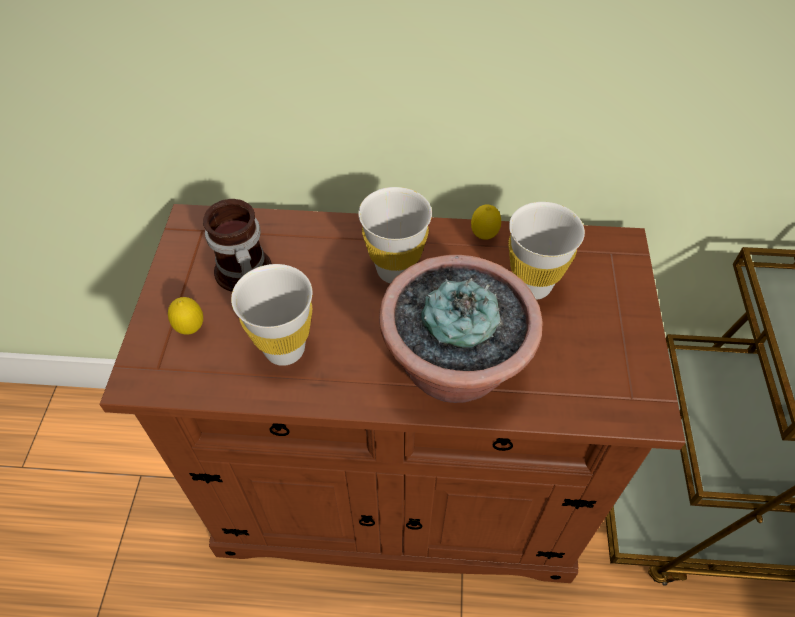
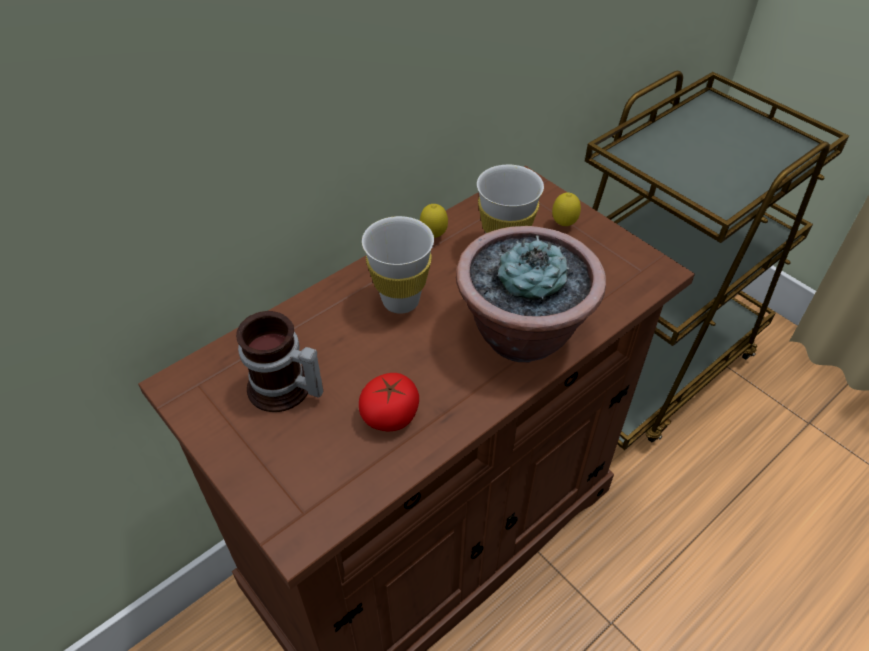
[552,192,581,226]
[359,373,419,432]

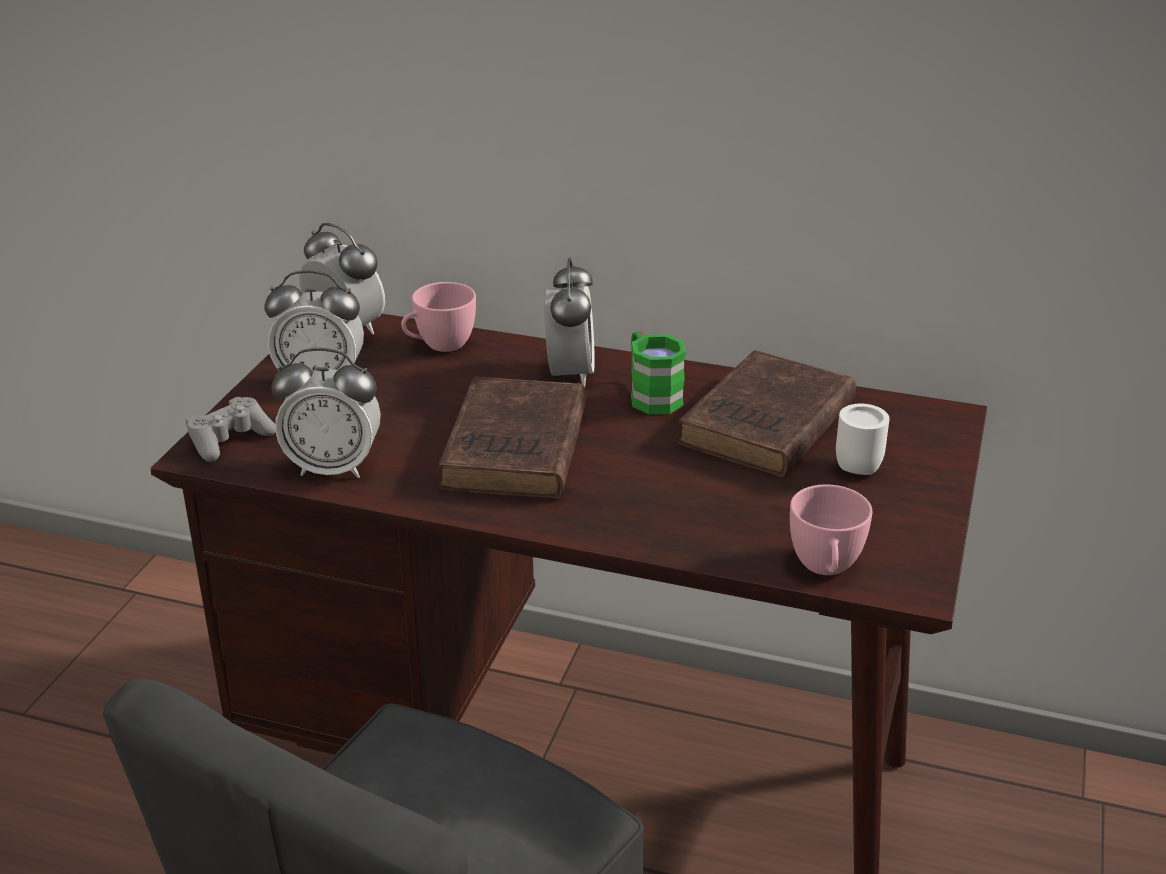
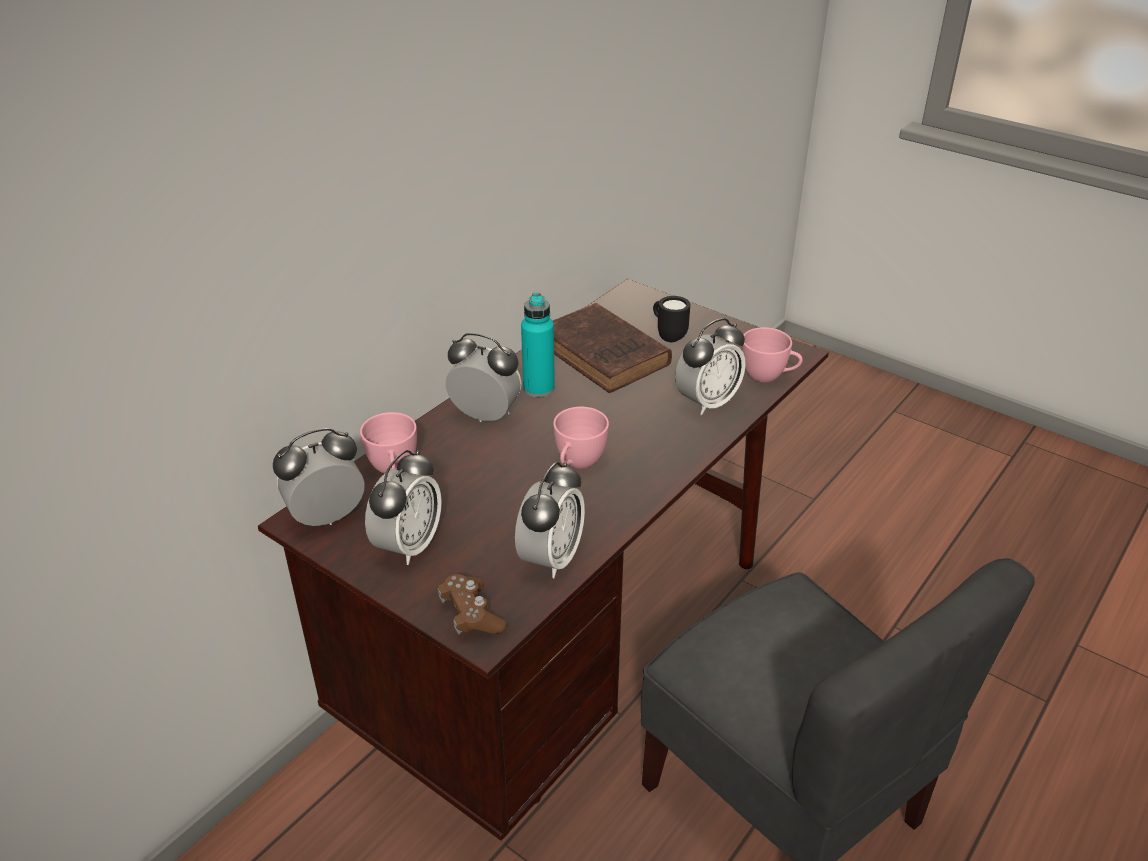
[437,574,507,634]
[553,407,609,469]
[521,293,555,397]
[653,296,690,342]
[675,318,746,415]

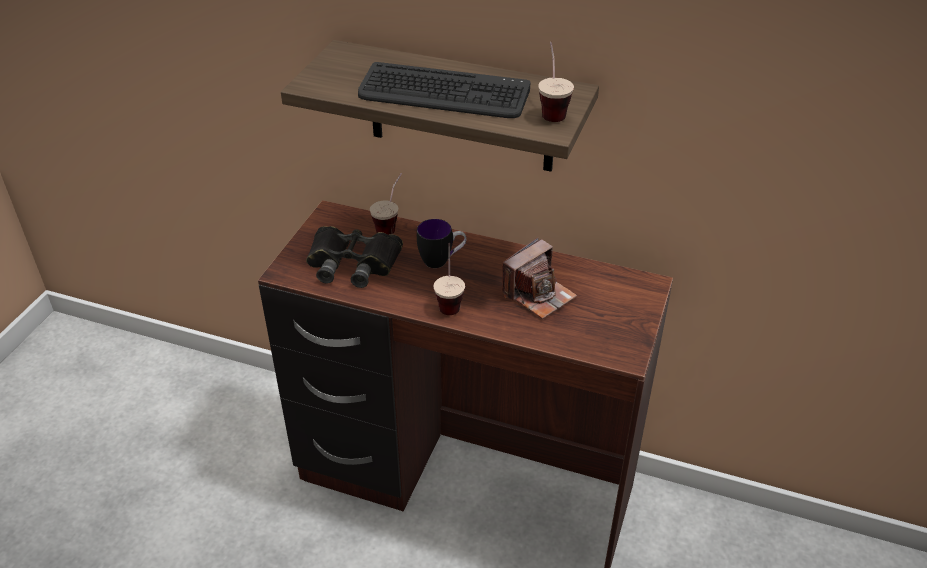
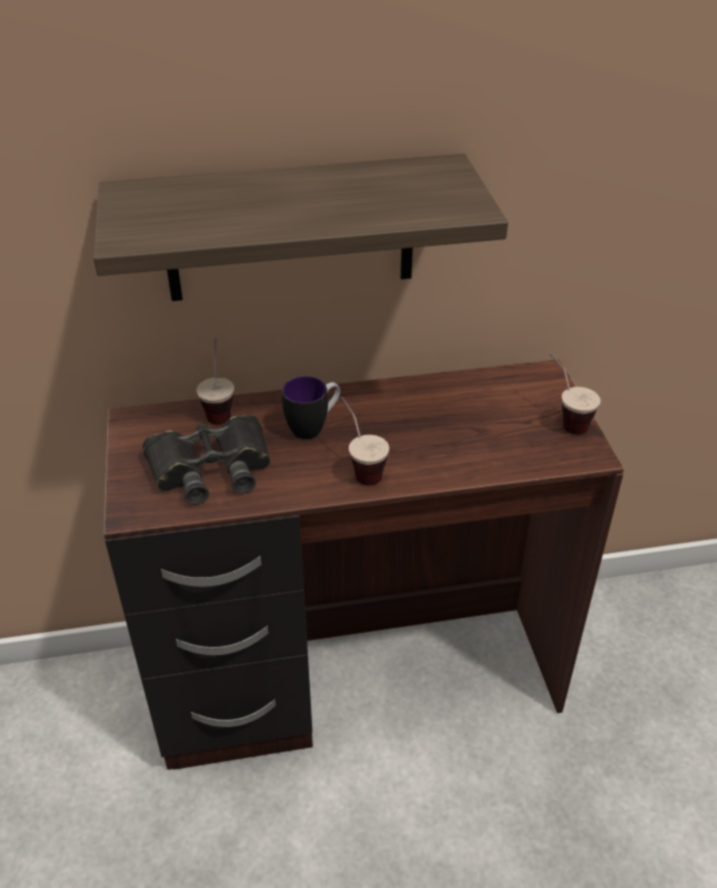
[358,62,530,118] (first image)
[502,238,577,319] (first image)
[549,352,600,435]

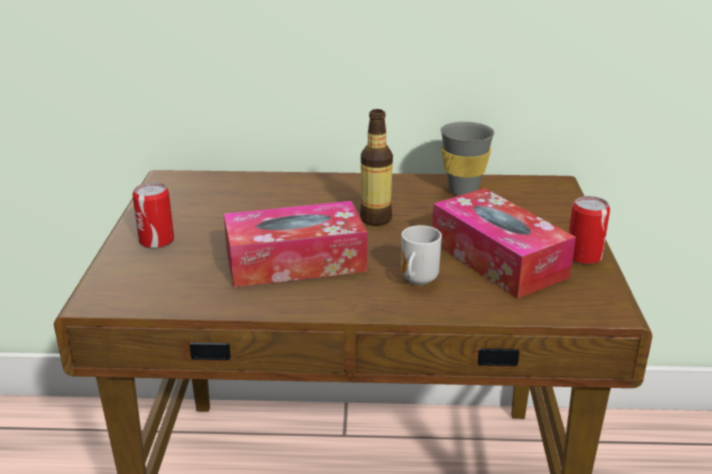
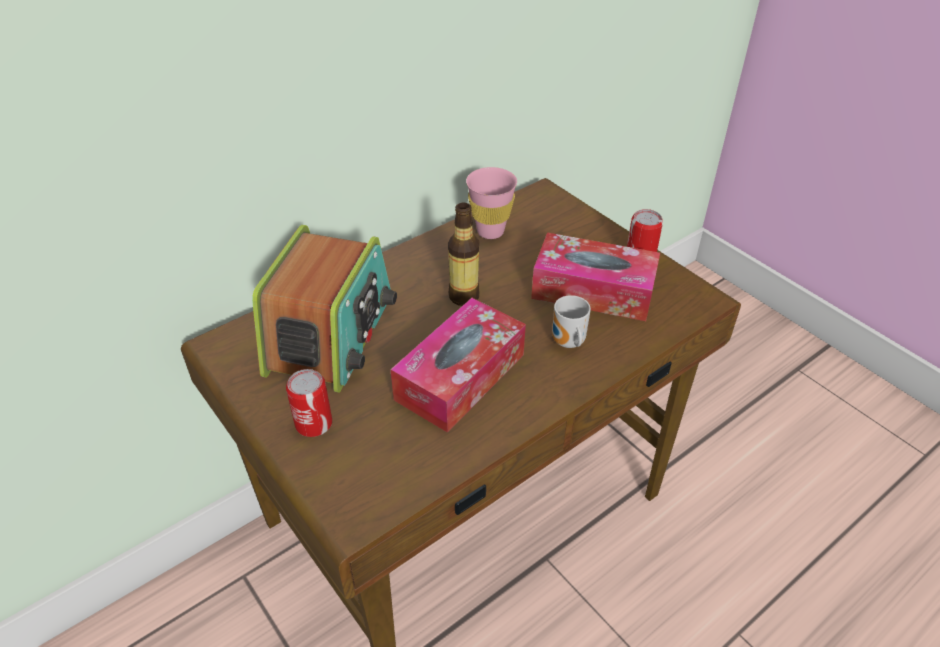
[466,167,517,239]
[252,225,397,393]

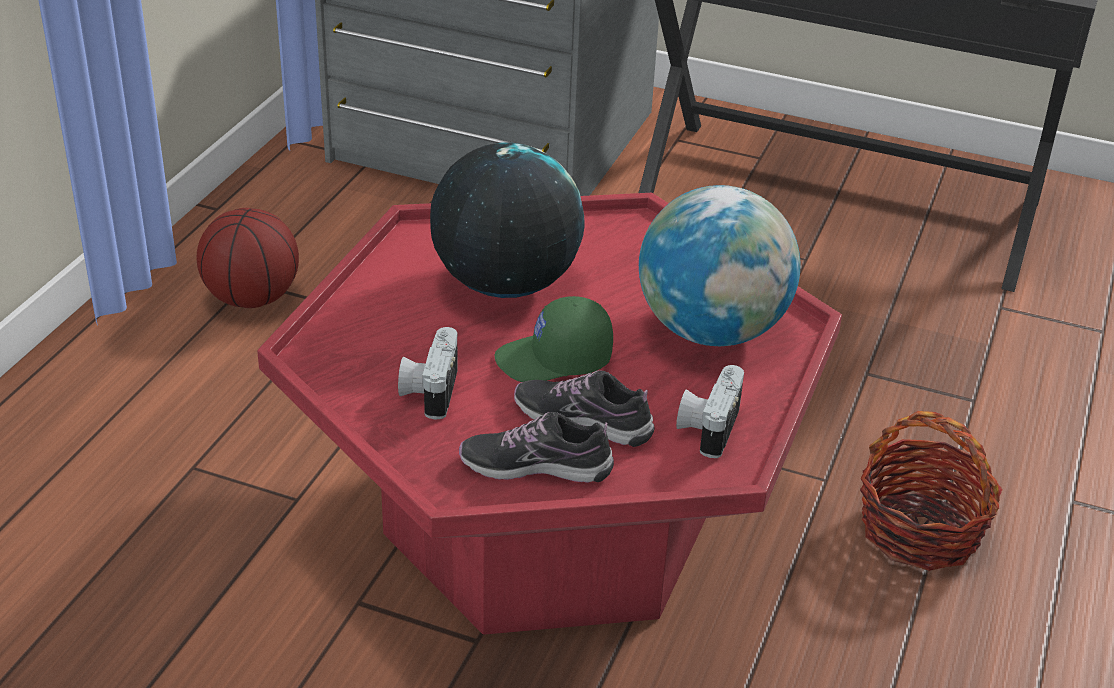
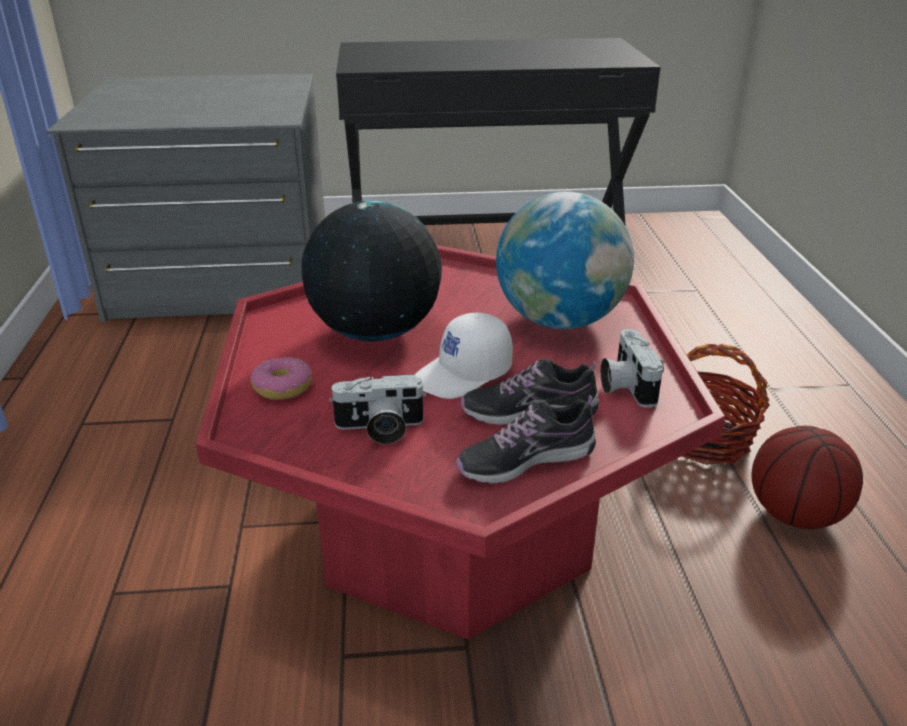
[752,426,863,529]
[329,374,427,444]
[414,313,513,399]
[250,357,312,400]

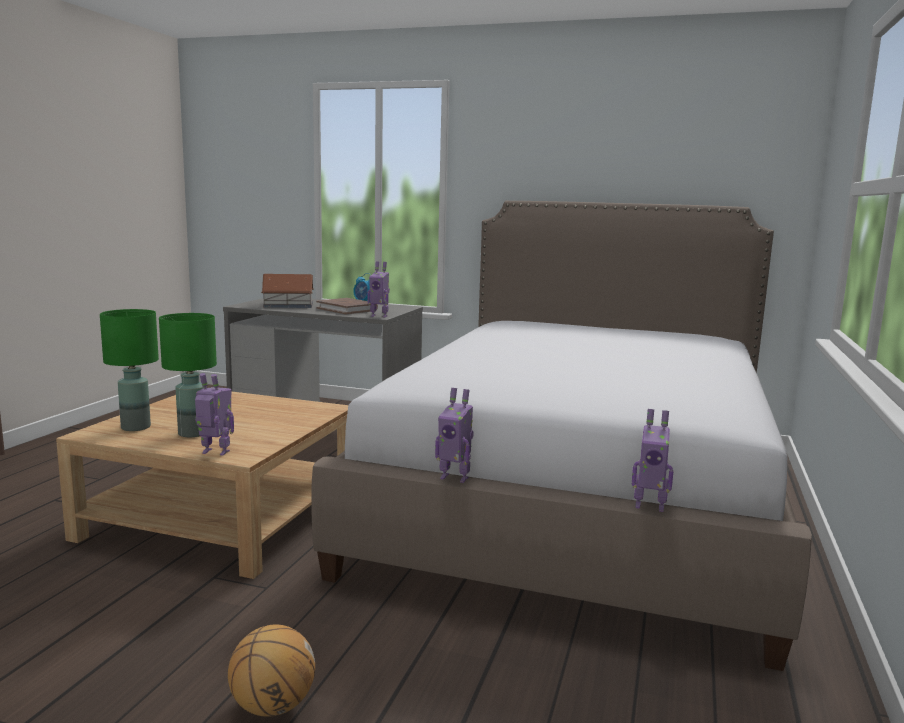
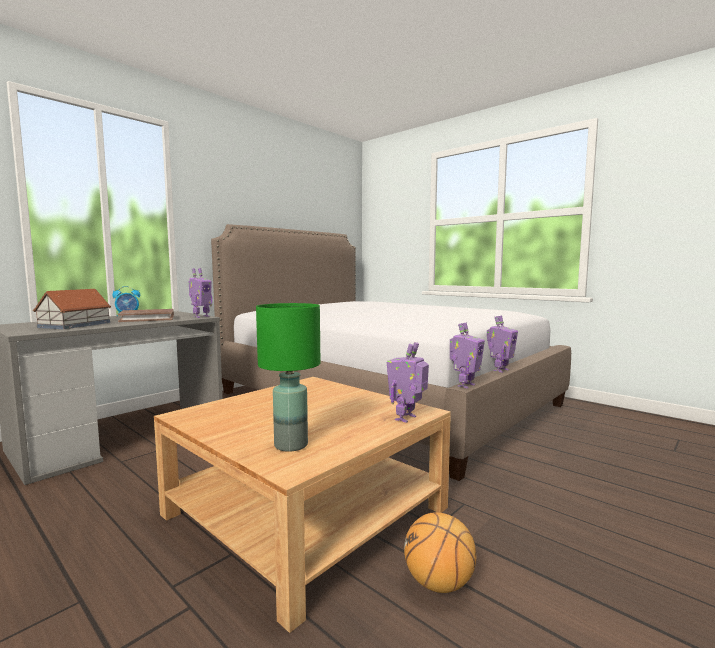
[159,313,217,437] (first image)
[404,512,476,593]
[450,322,485,389]

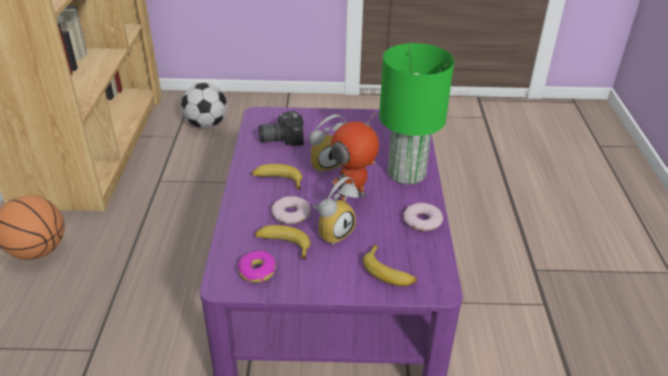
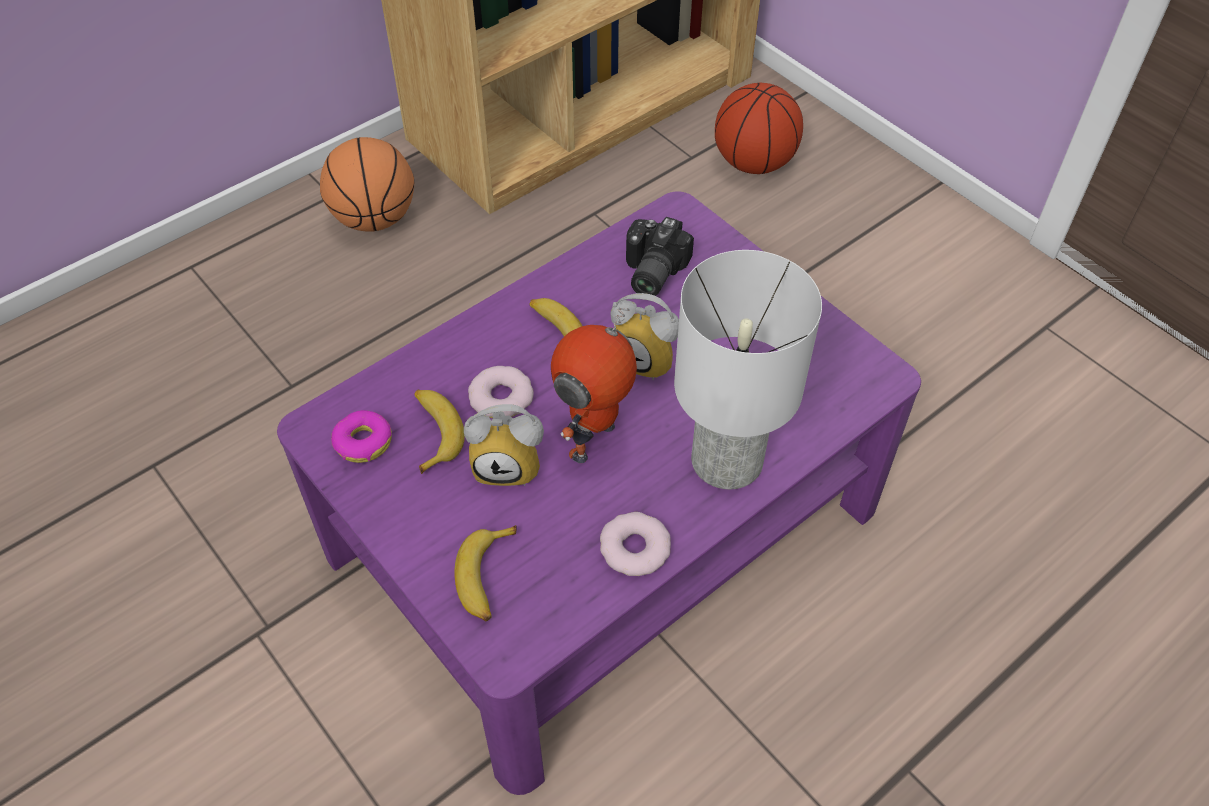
[715,83,803,174]
[626,217,694,296]
[551,308,637,463]
[674,250,822,489]

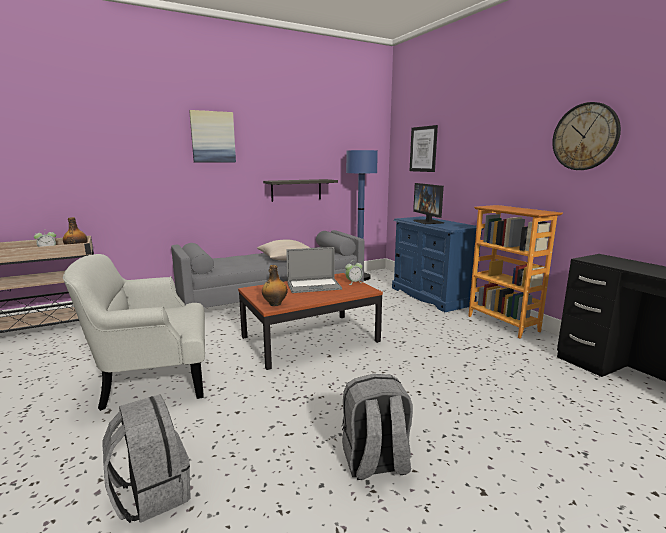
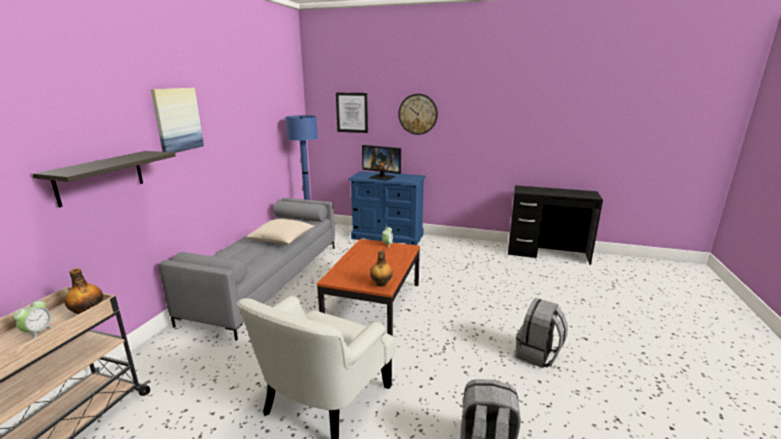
[33,151,176,207]
[286,247,342,293] (first image)
[468,205,563,338] (first image)
[398,94,438,135]

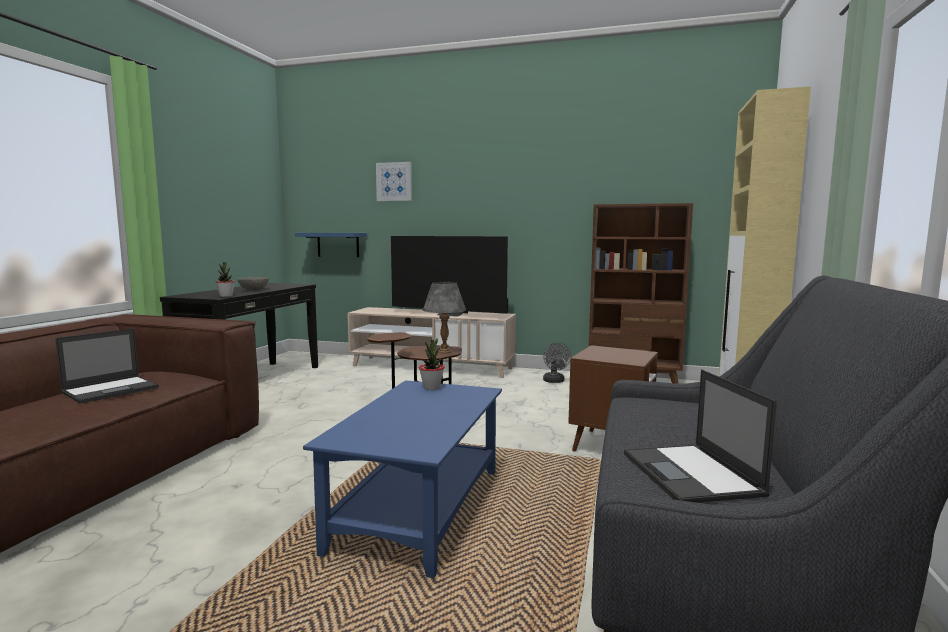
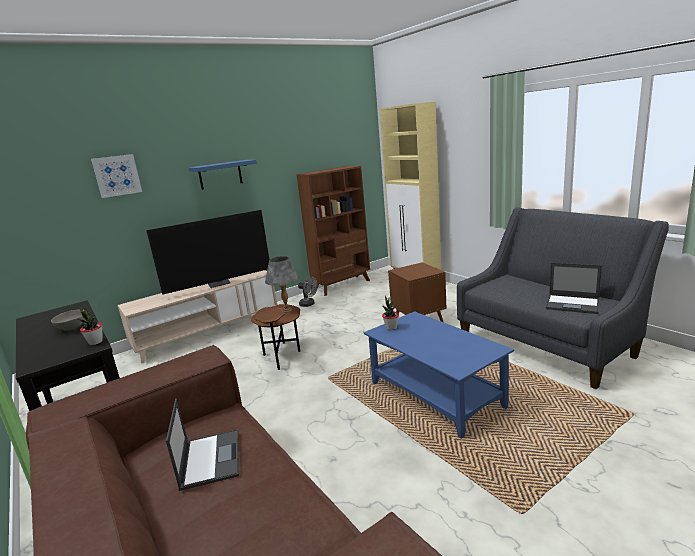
[189,160,257,190]

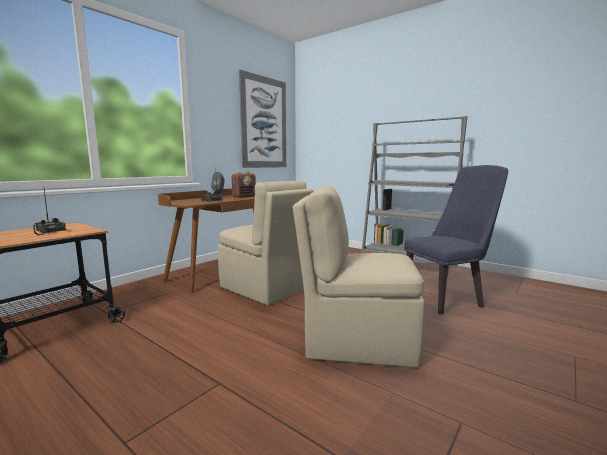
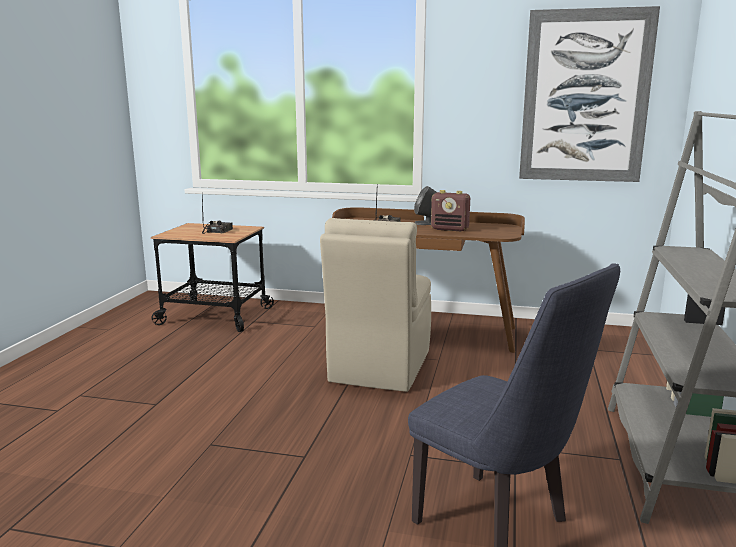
[293,185,424,368] (first image)

